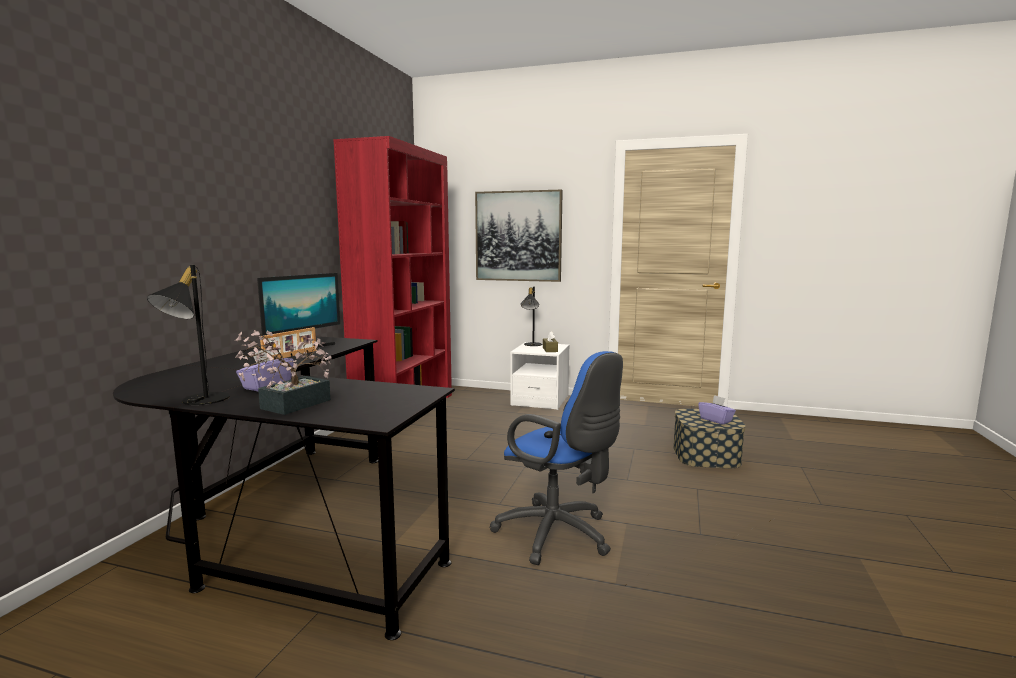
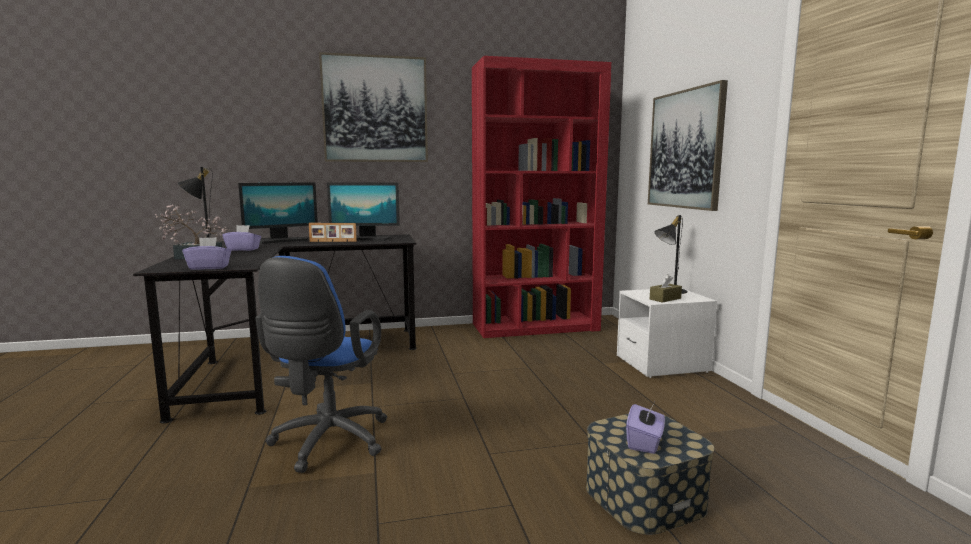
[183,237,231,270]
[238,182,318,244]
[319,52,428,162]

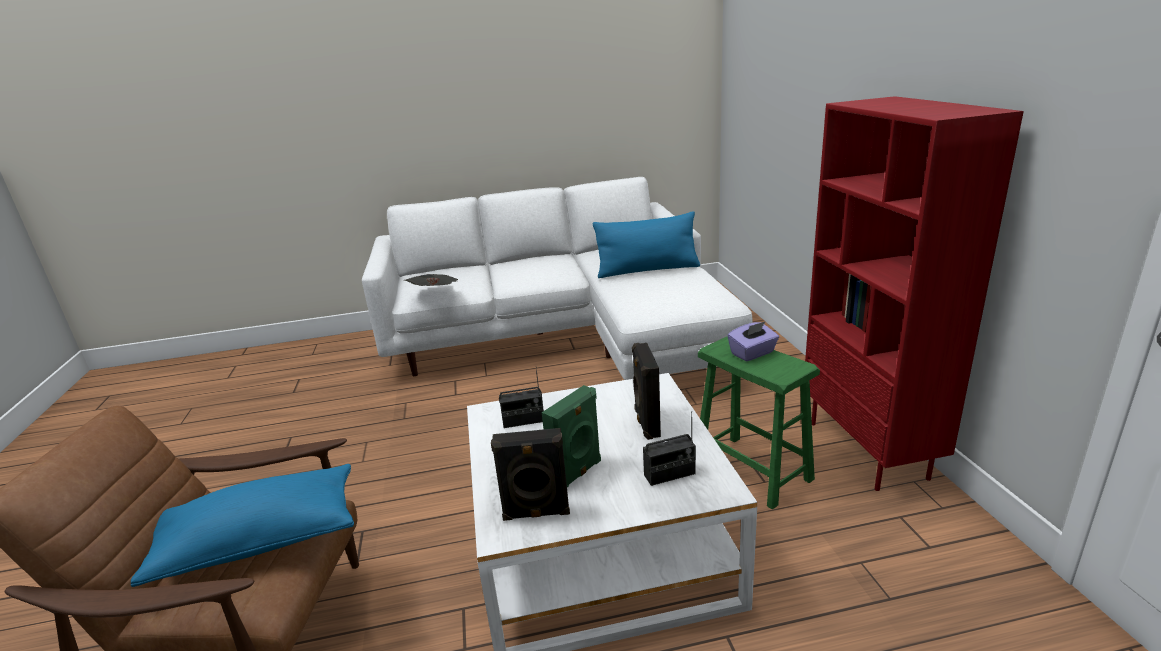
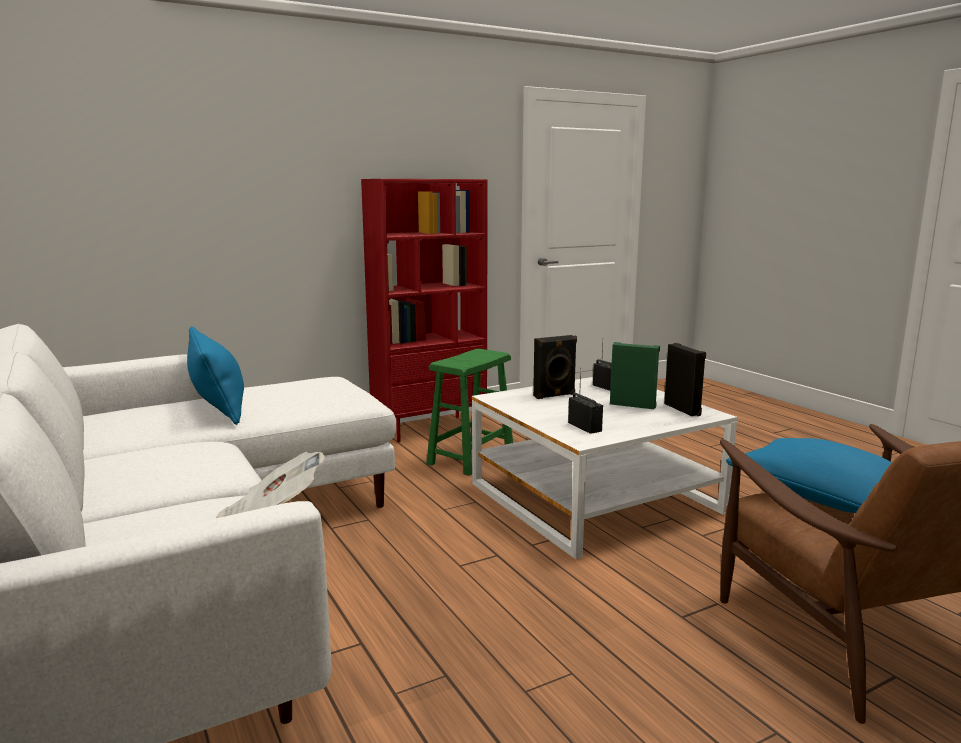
[727,322,779,362] (first image)

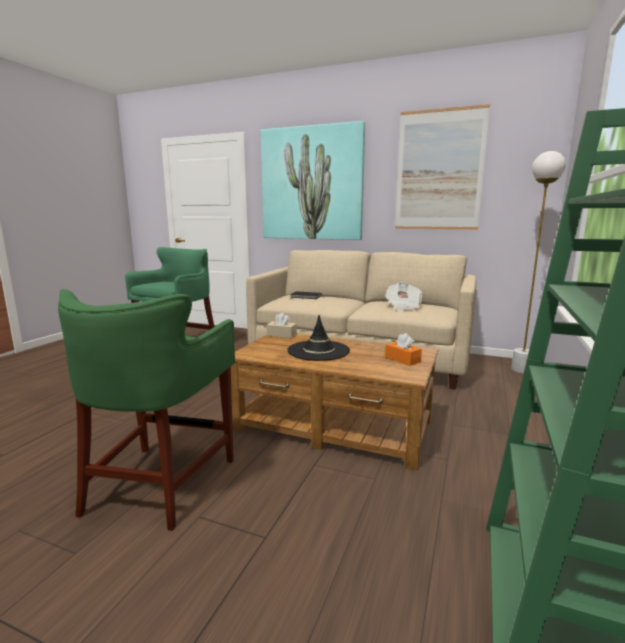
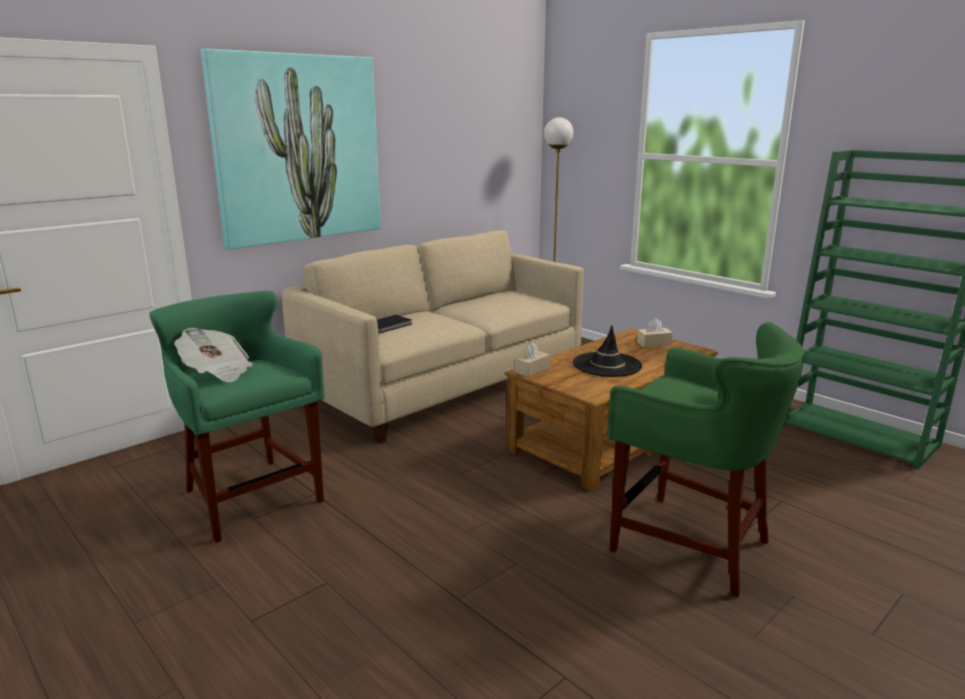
[174,328,253,382]
[637,318,673,347]
[395,104,490,230] (first image)

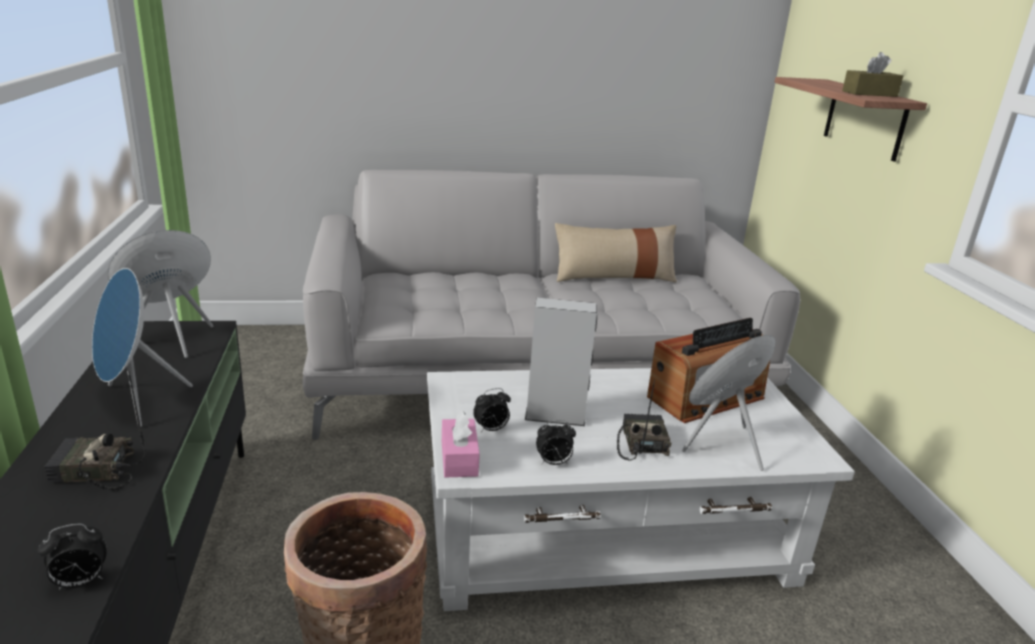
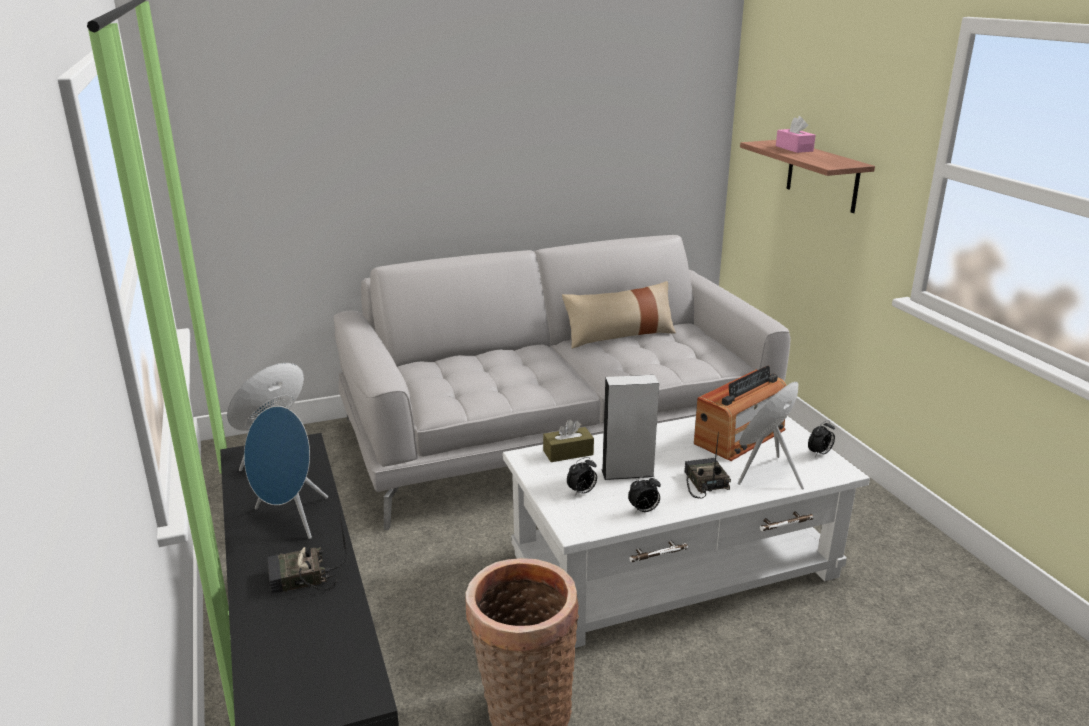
[808,420,835,457]
[776,116,816,153]
[543,419,594,462]

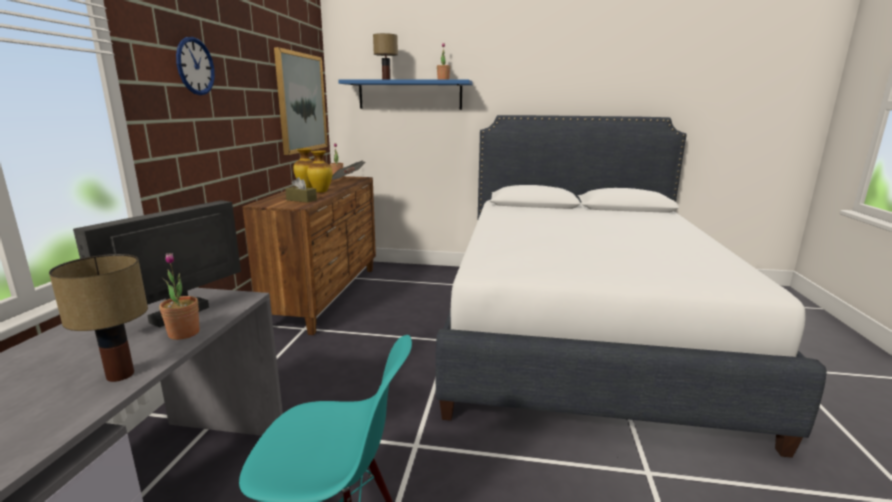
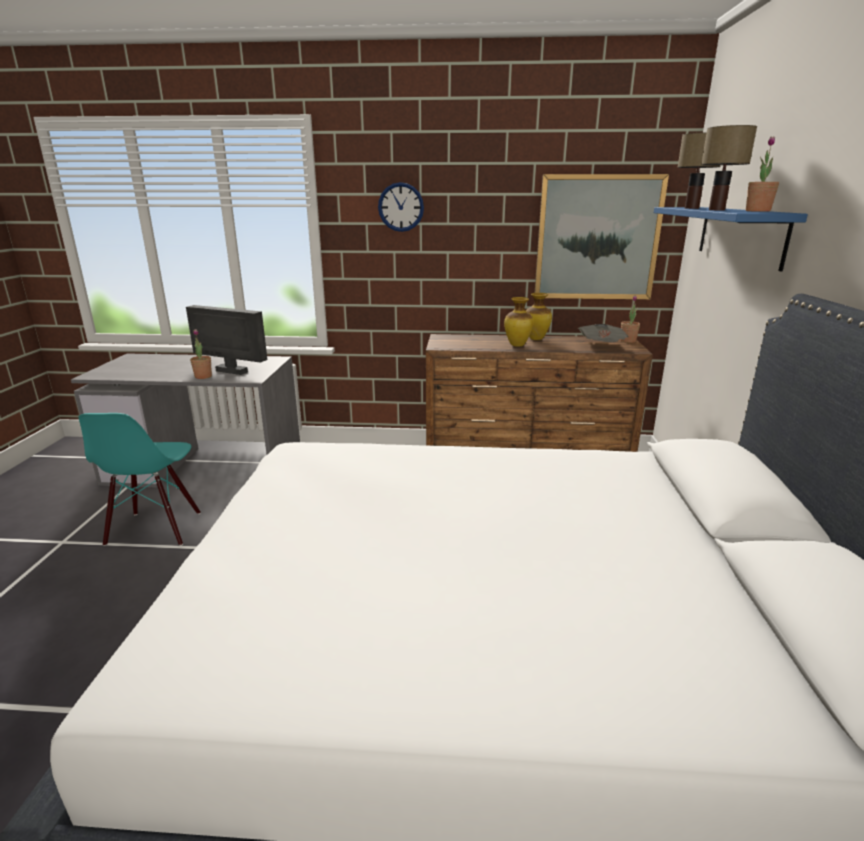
[701,125,757,210]
[285,177,317,203] (first image)

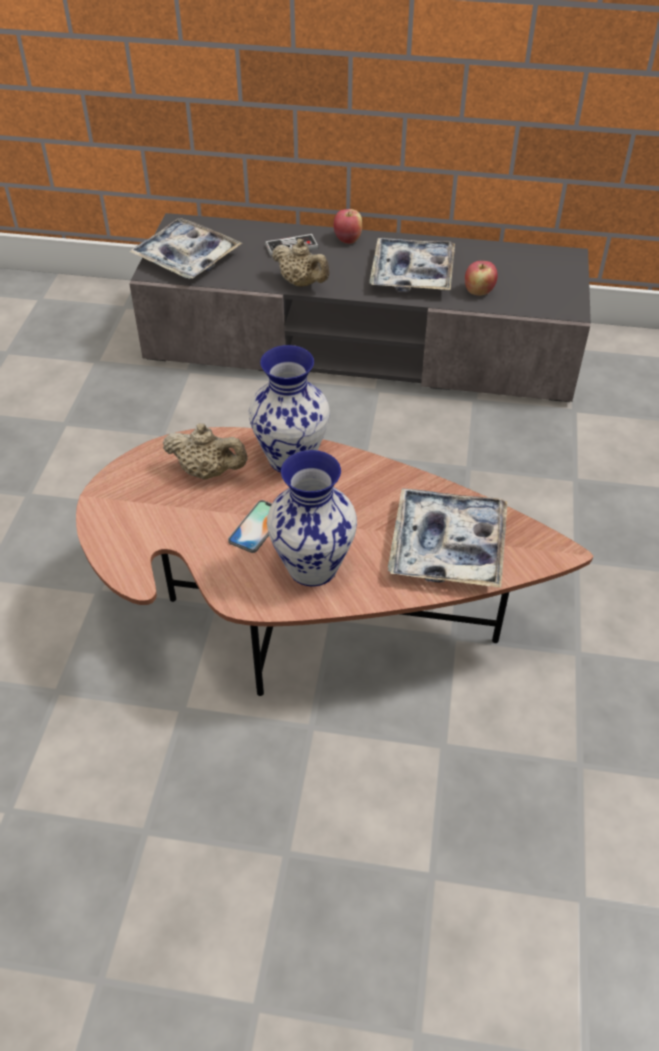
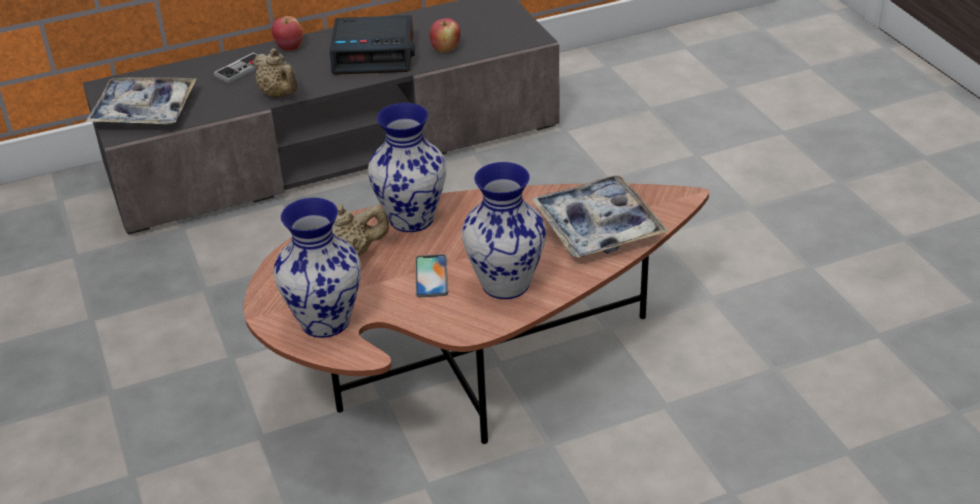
[253,48,297,98]
[330,15,415,75]
[274,198,361,338]

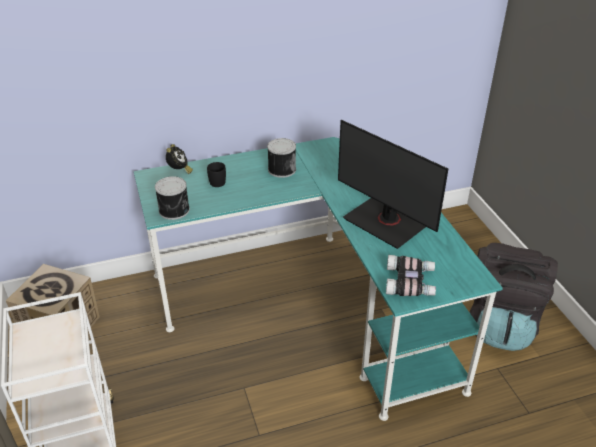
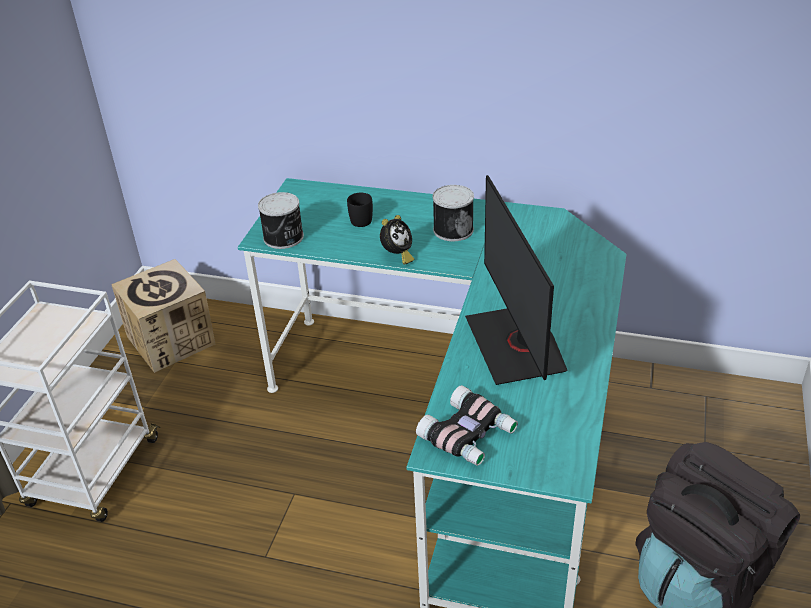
[380,215,414,264]

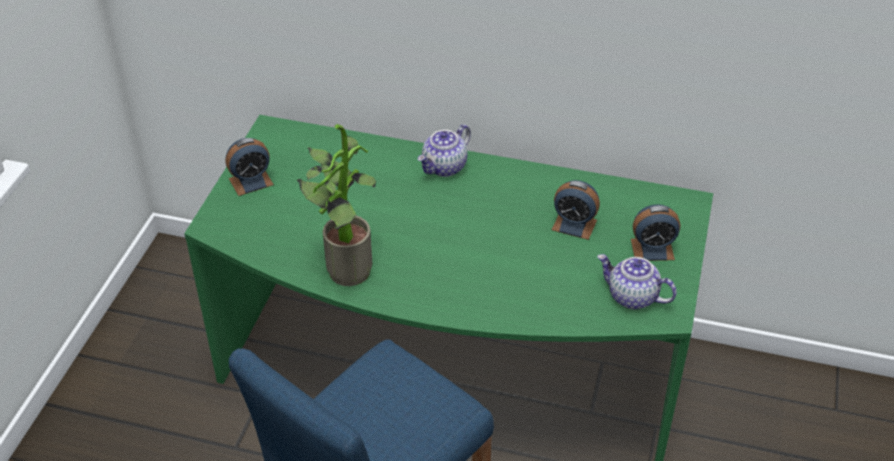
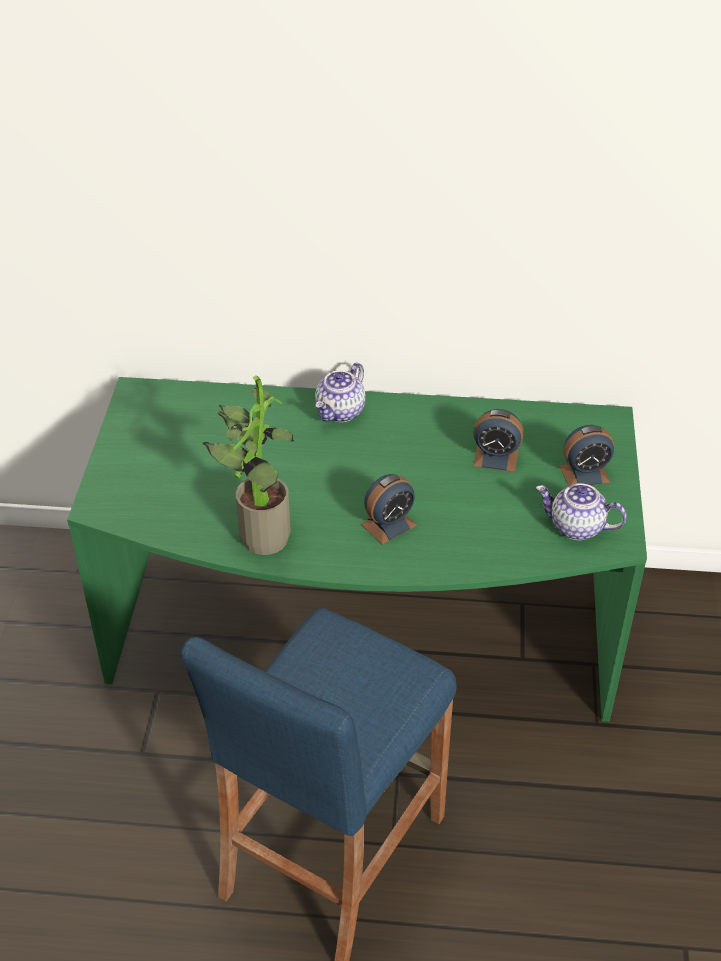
[361,474,417,545]

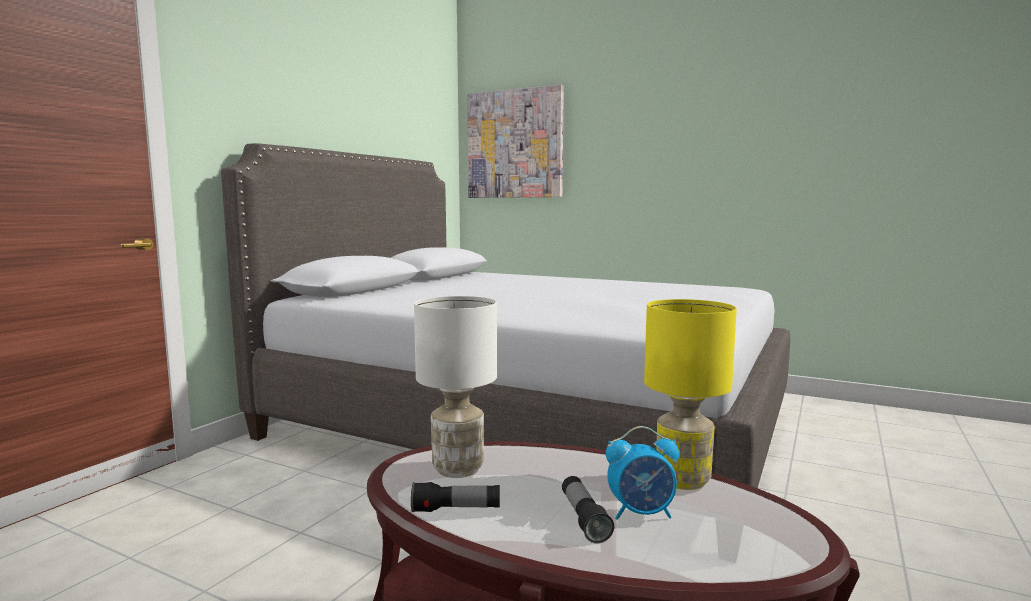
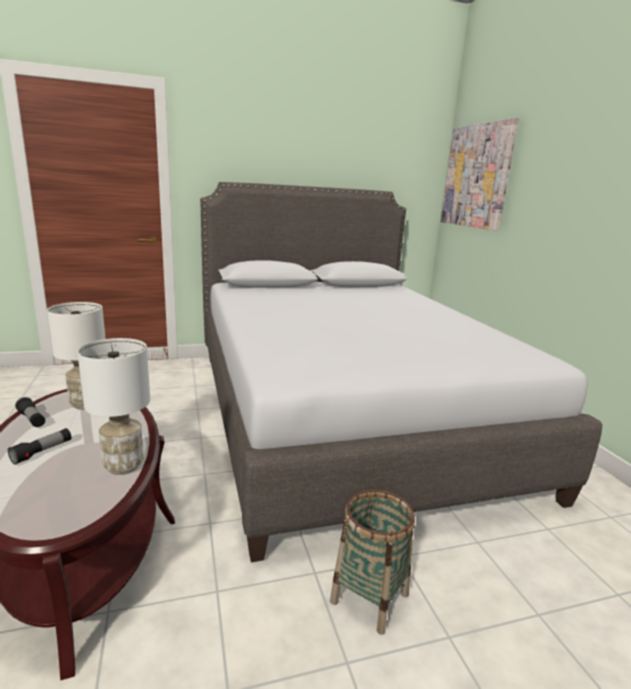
[606,426,679,520] (first image)
[77,338,150,475]
[330,490,415,635]

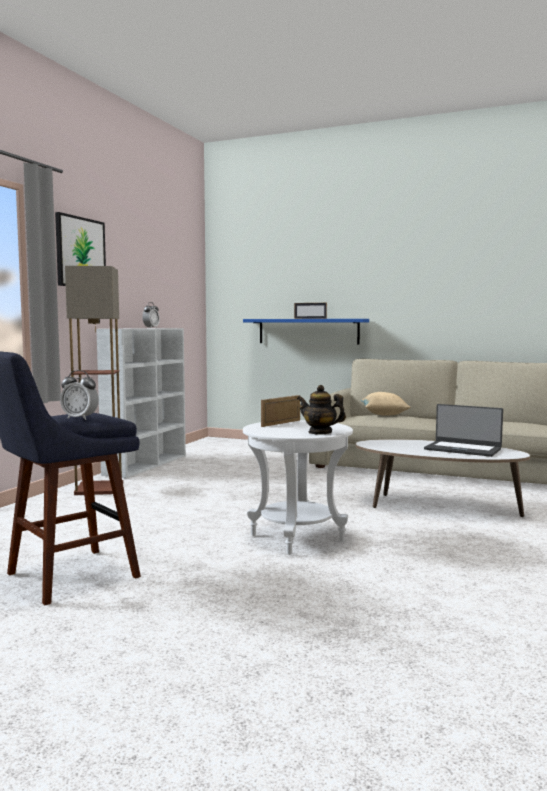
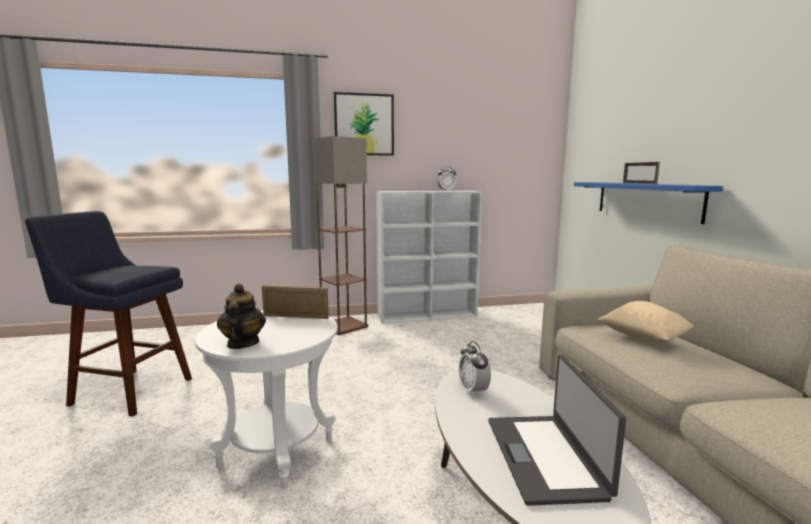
[459,341,491,397]

